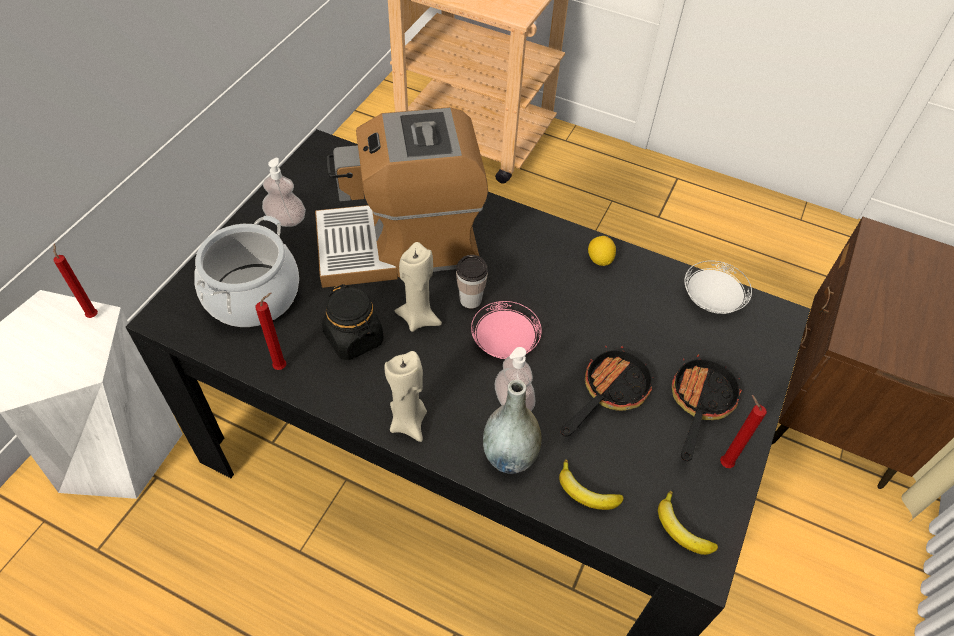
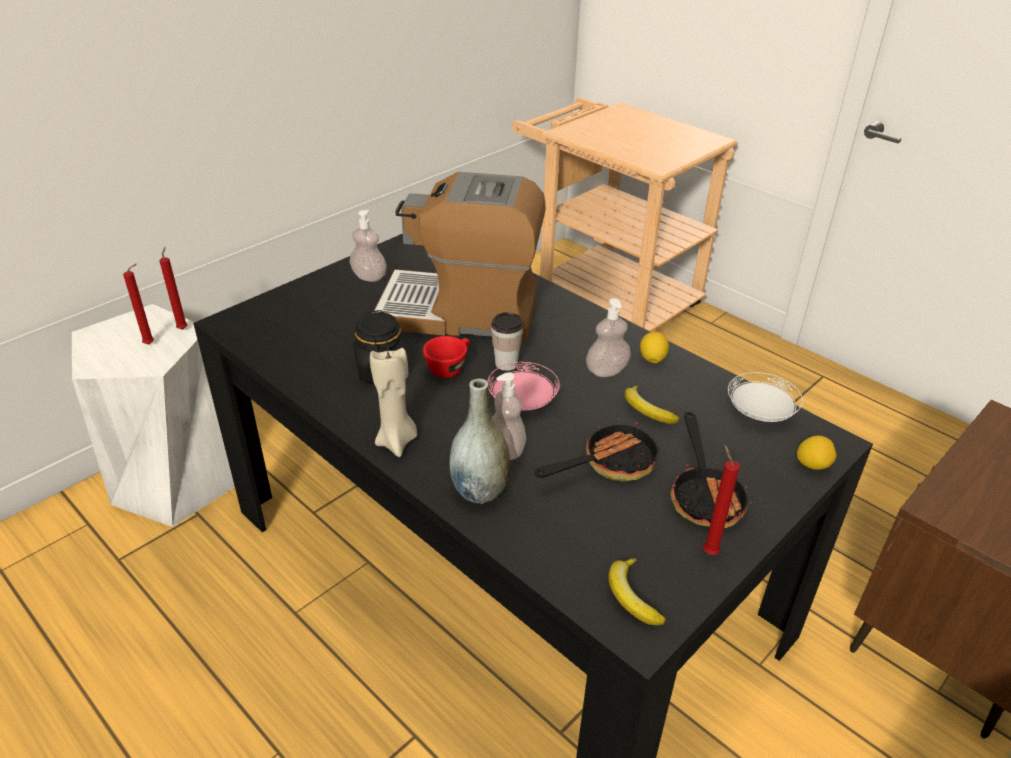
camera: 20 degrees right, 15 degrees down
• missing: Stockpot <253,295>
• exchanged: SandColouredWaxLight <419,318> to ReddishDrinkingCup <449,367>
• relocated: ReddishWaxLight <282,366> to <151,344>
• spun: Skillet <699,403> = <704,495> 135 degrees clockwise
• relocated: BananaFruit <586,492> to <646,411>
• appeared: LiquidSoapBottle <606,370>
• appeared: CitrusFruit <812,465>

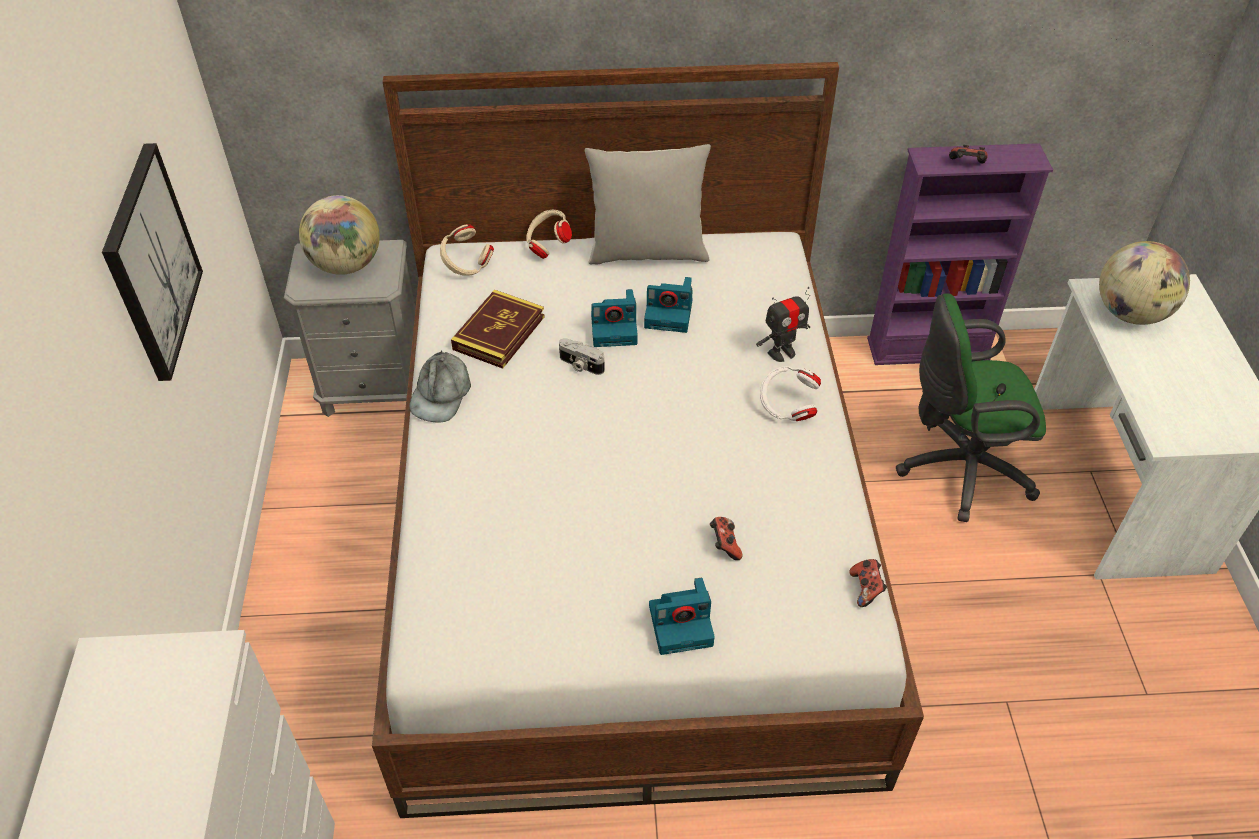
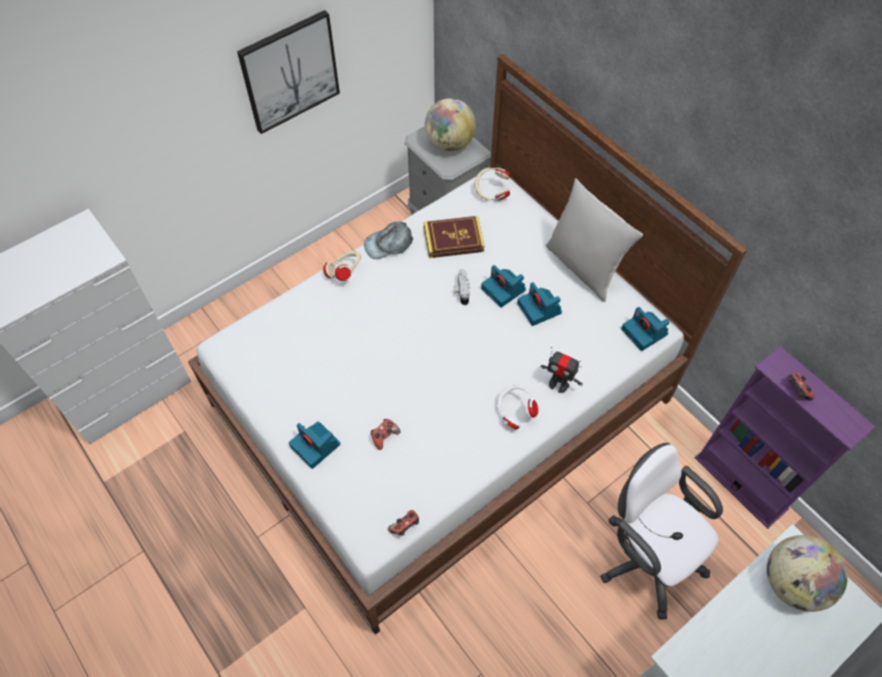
camera: 55 degrees right, 10 degrees up
• relocated: SandColouredHeadset <548,245> to <345,272>
• colour: GreenColouredDeskChair <957,469> to WhiteDeskChair <645,556>
• appeared: PhotoCamera <645,332>

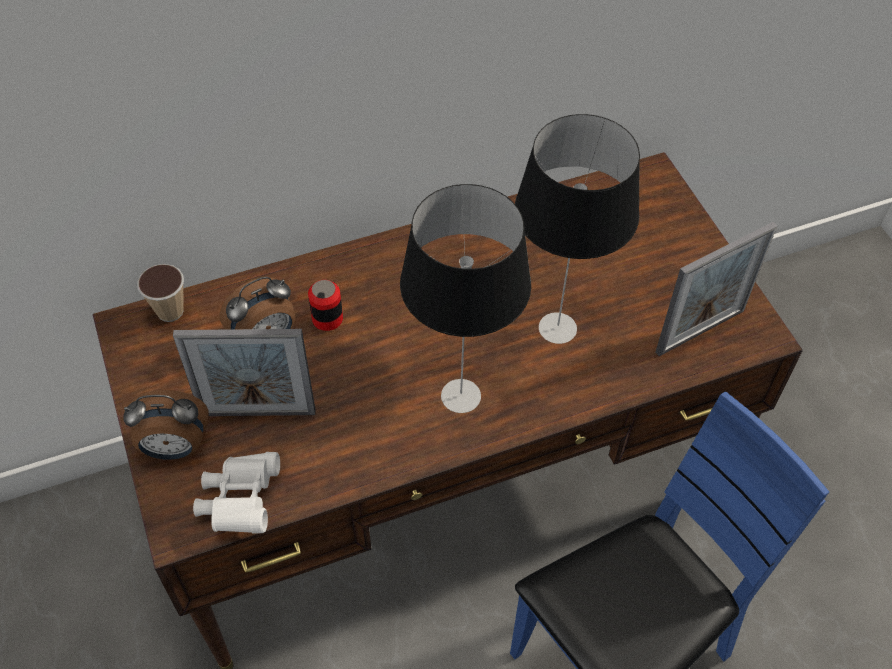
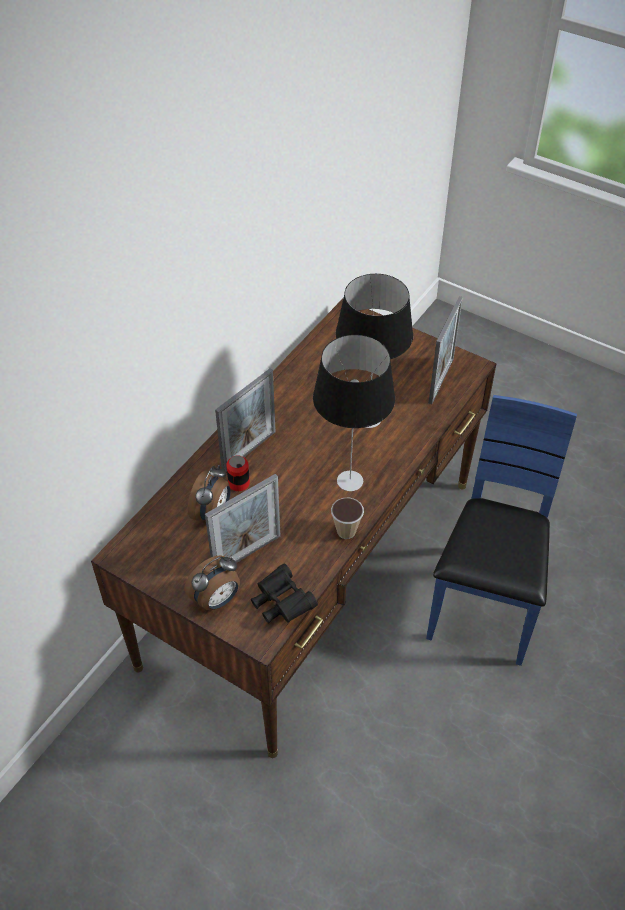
camera: 35 degrees left, 5 degrees down
• relocated: DrinkingCup <170,311> to <346,531>
• colour: WhiteFieldGlasses <240,501> to BlackColouredFieldGlasses <281,603>
• appeared: StandingFrame <249,451>

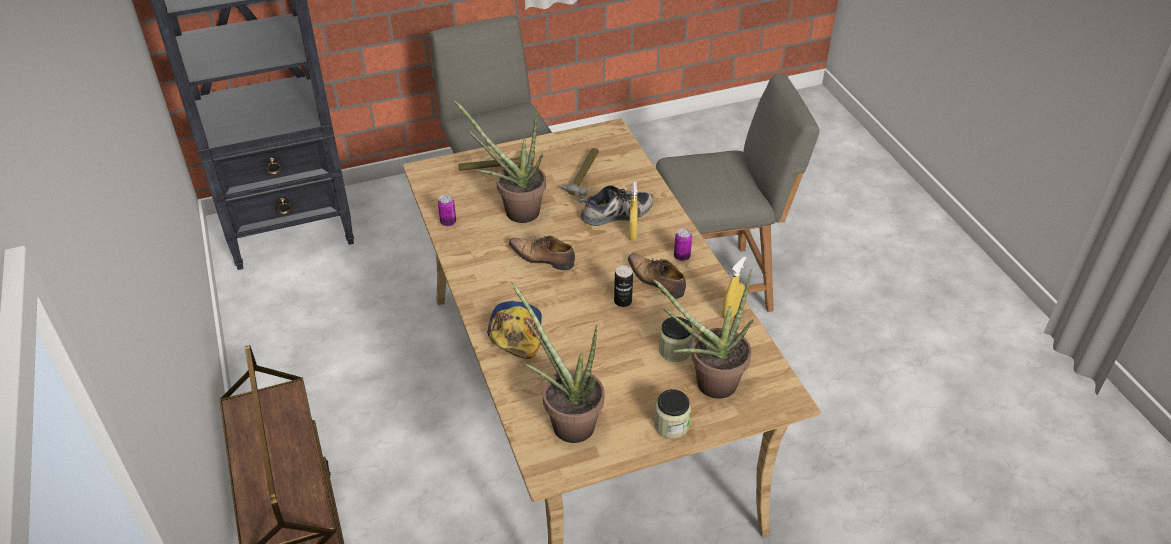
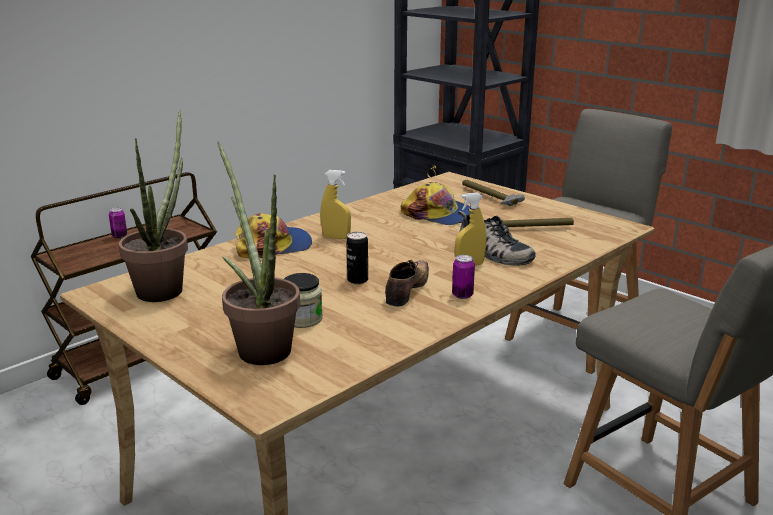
camera: 65 degrees right, 20 degrees down
• exchanged: PlantInAPot <514,211> to Cap <438,214>
• relocated: SealedCan <448,222> to <119,236>
• missing: LowShoe <543,258>
• relocated: YellowColouredSprayBottle <732,312> to <336,237>
• missing: Jar <671,425>

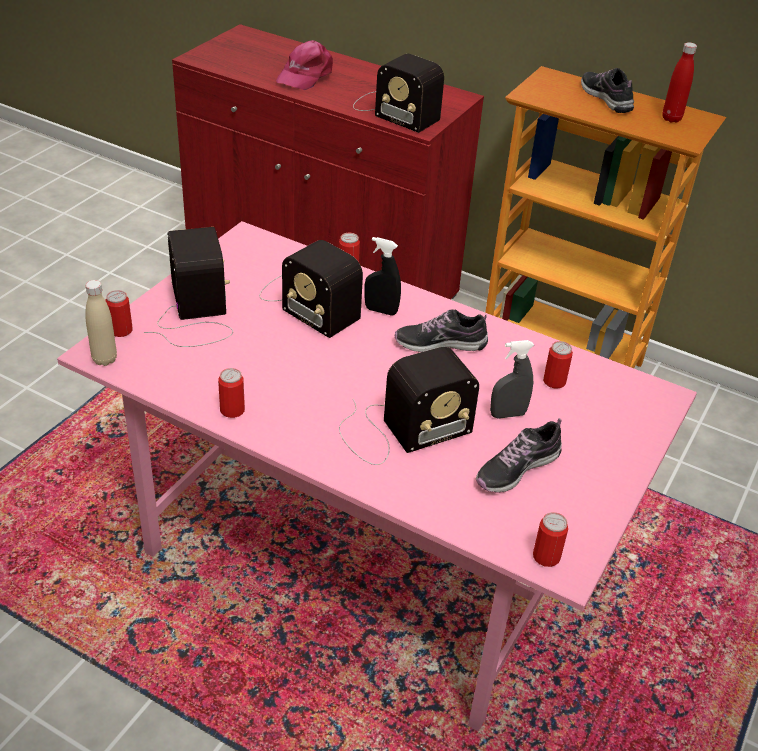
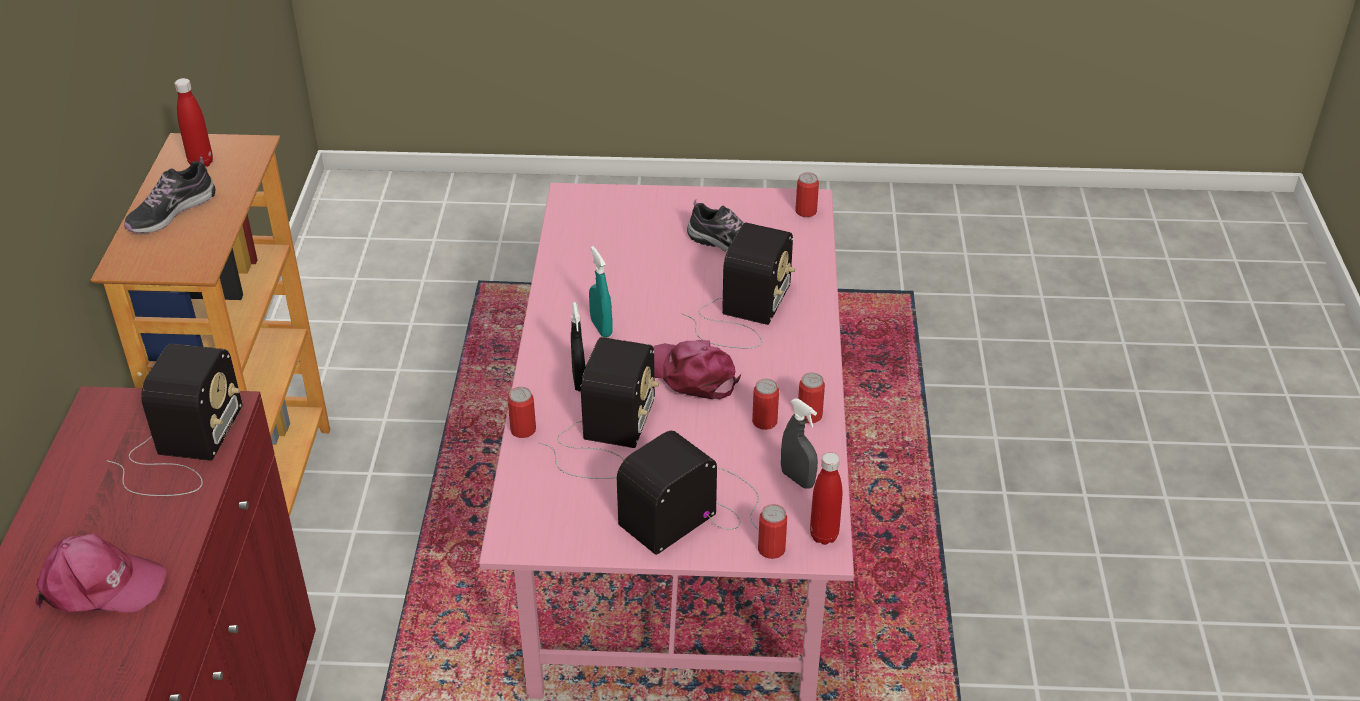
camera: 115 degrees left, 0 degrees up
• colour: SandColouredDrinkBottle <104,359> to ReddishDrinkBottle <824,535>
• exchanged: LowShoe <440,343> to TurquoiseSprayBottle <601,328>
• relocated: GreySprayBottle <507,414> to <797,479>
• relocated: SealedCan <554,381> to <764,422>
• spun: Radio <400,430> = <742,313> 75 degrees clockwise
• appeared: PinkColouredCap <692,375>

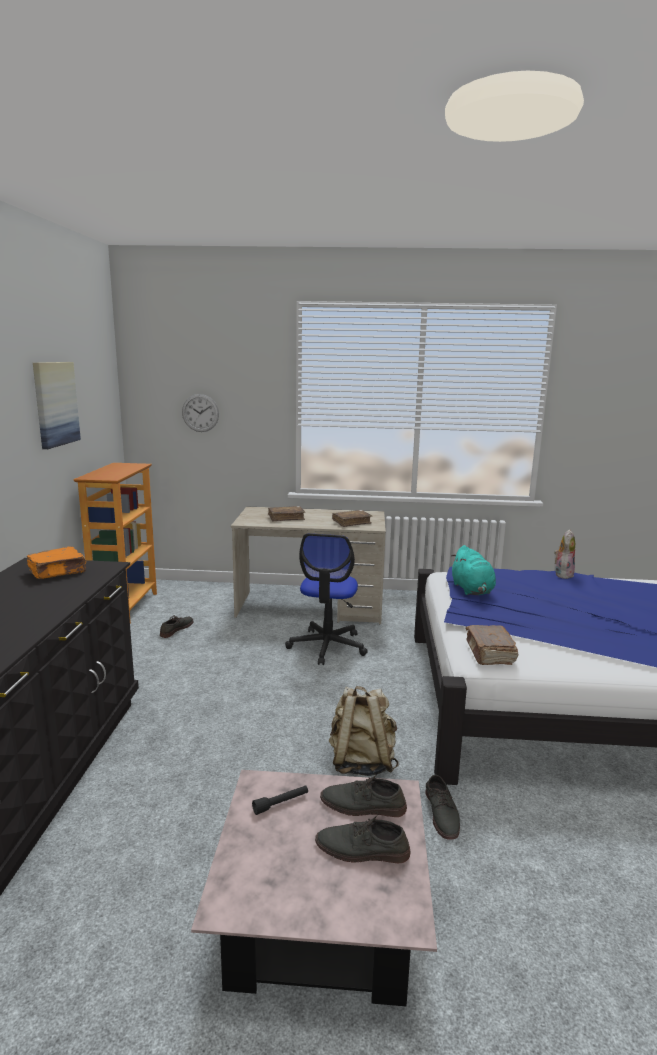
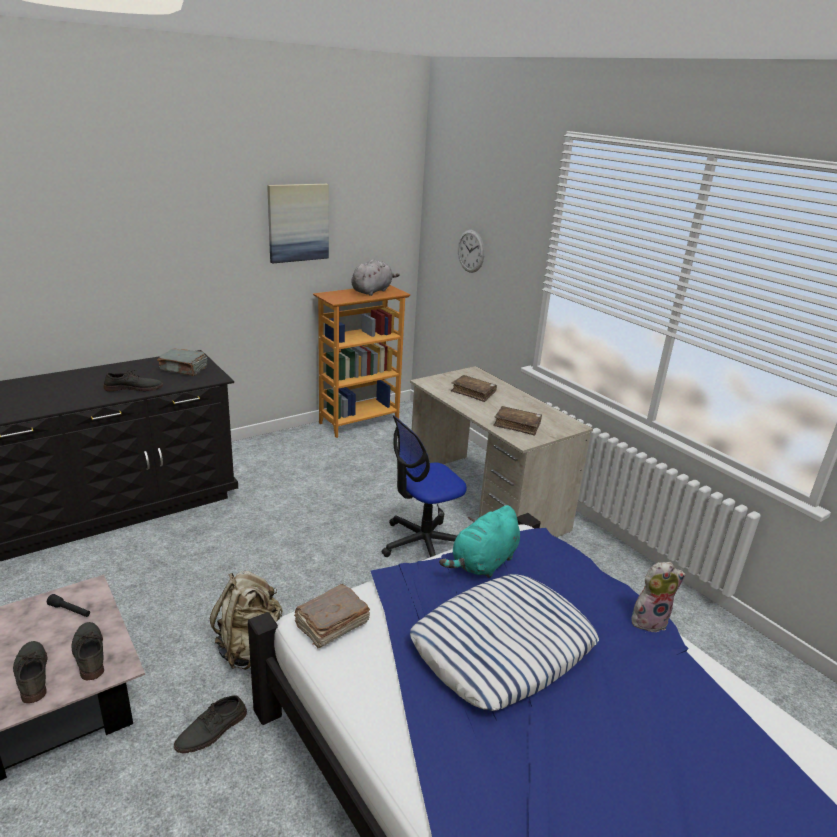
camera: 50 degrees right, 10 degrees up
• colour: OrangeColouredBoundBook <58,572> to GreyBoundBook <184,369>
• relocated: GreyLowShoe <176,629> to <134,388>
• appeared: GreyPlushToy <372,291>
• appeared: ThrowPillow <502,648>

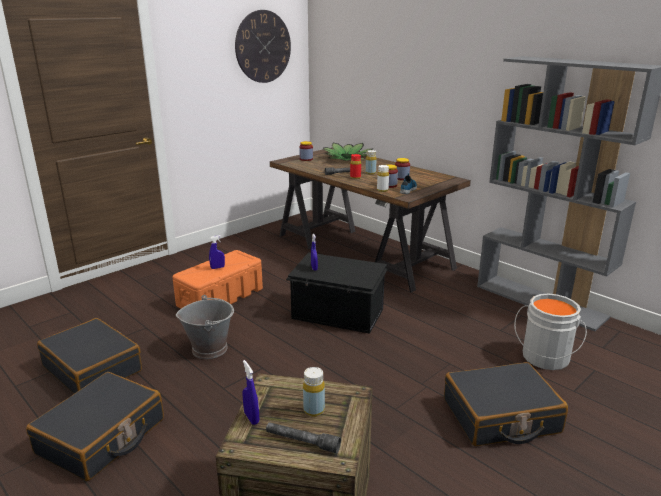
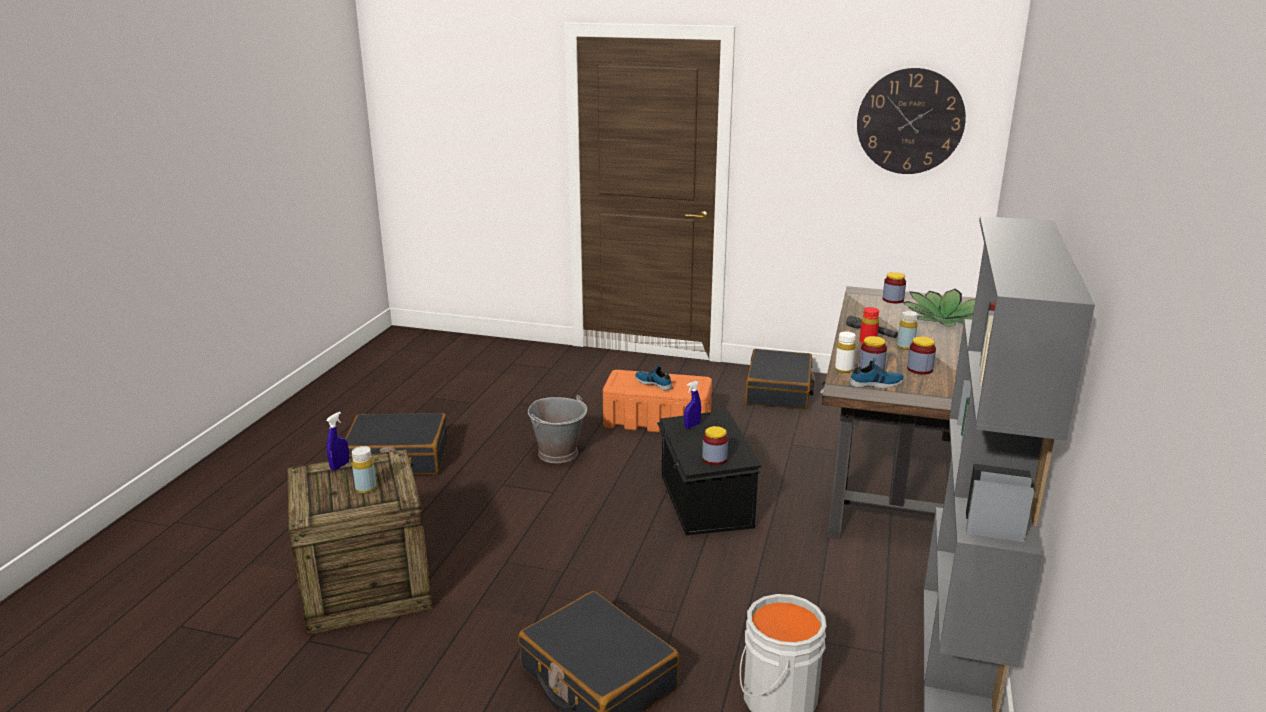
camera: 60 degrees right, 0 degrees up
• exchanged: BlueColouredSprayBottle <217,267> to LowShoe <654,383>
• relocated: BlackColouredSuitcase <93,368> to <779,391>
• missing: GreyHandTorch <302,441>
• appeared: Jar <714,459>

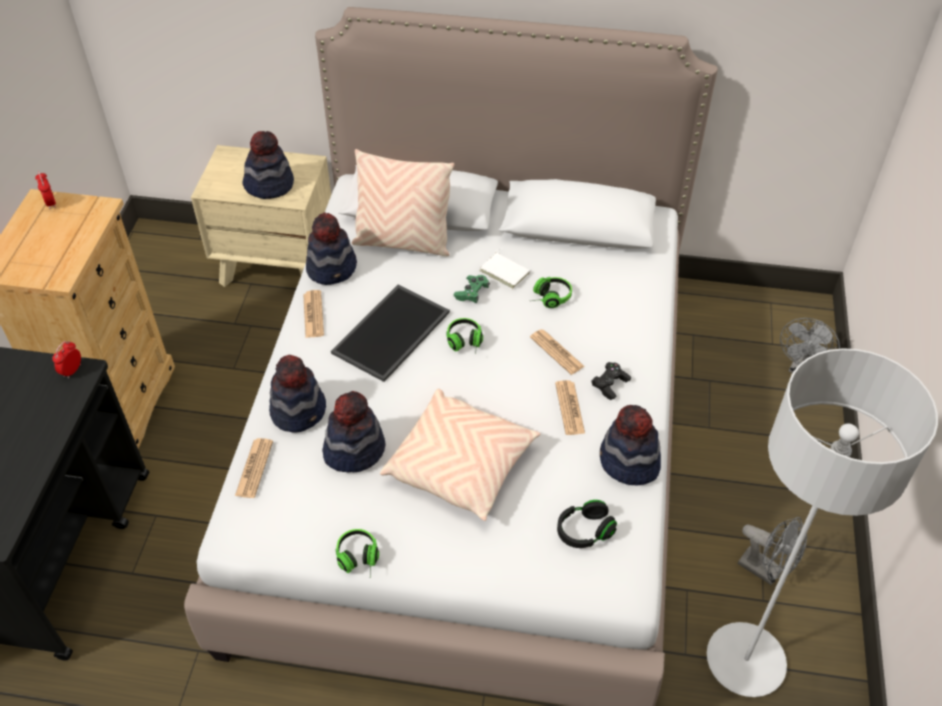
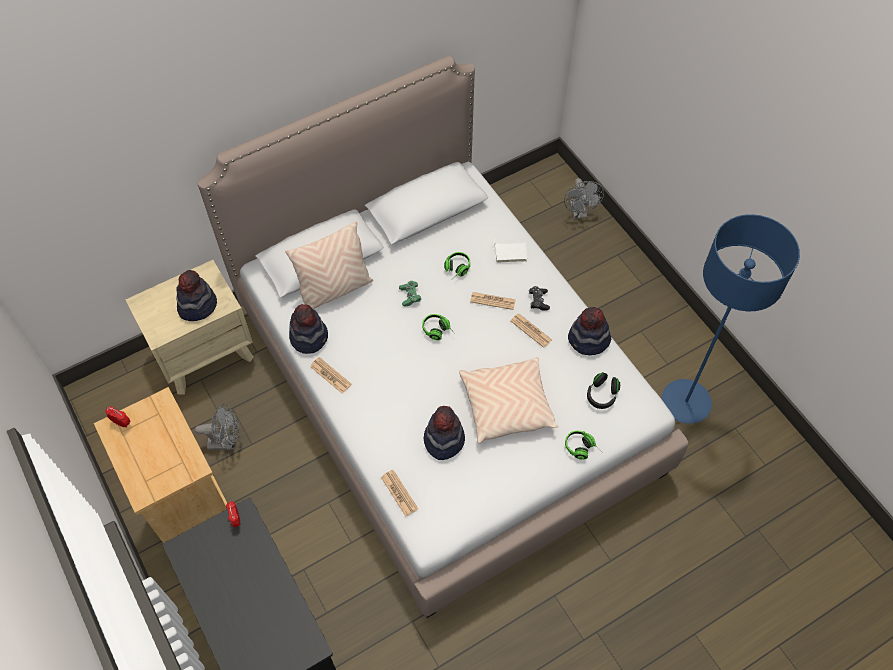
camera: 40 degrees left, 10 degrees up
• relocated: WhiteBoundBook <506,272> to <510,252>
• missing: ServingTray <392,334>
• colour: GreyFloorLamp <745,661> to BlueColouredFloorLamp <685,402>
• missing: Hat <299,410>
• relocated: GreyElectricFan <766,570> to <226,442>
• relocated: Headset <358,561> to <582,449>

